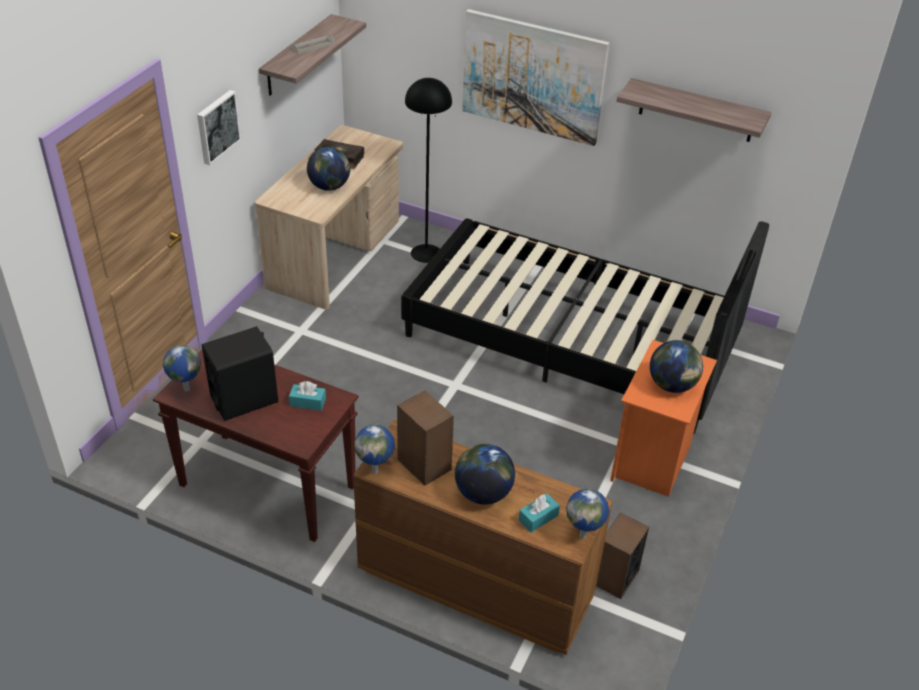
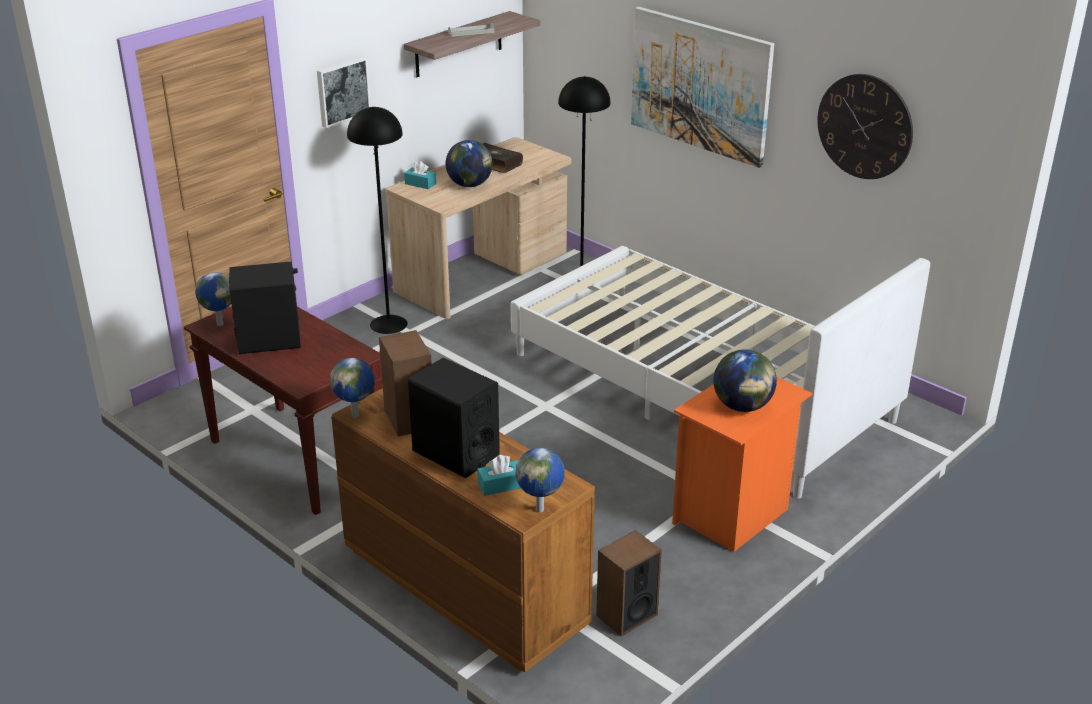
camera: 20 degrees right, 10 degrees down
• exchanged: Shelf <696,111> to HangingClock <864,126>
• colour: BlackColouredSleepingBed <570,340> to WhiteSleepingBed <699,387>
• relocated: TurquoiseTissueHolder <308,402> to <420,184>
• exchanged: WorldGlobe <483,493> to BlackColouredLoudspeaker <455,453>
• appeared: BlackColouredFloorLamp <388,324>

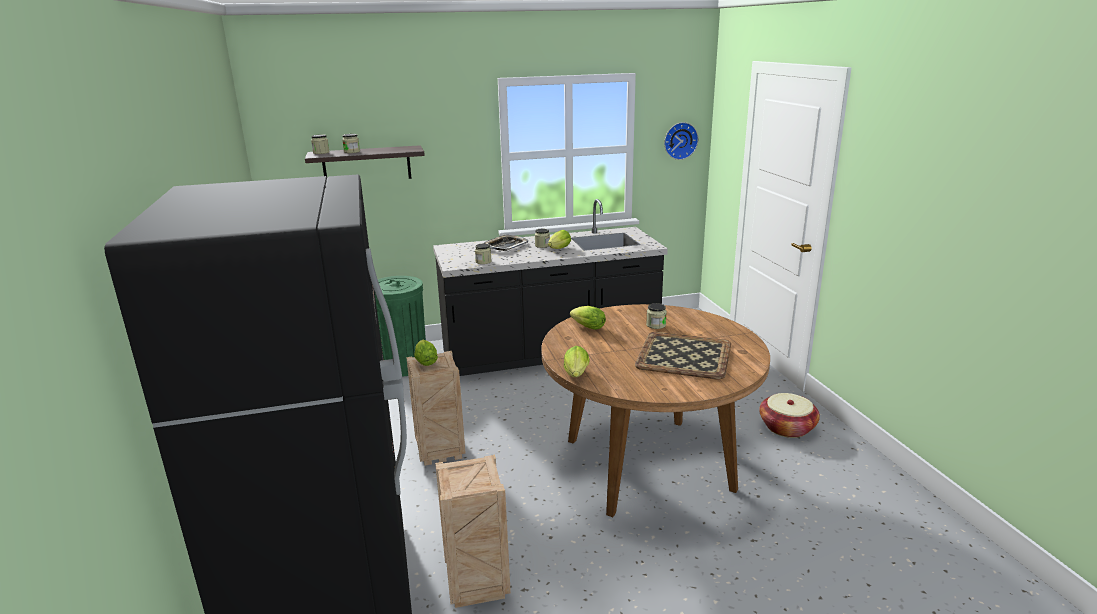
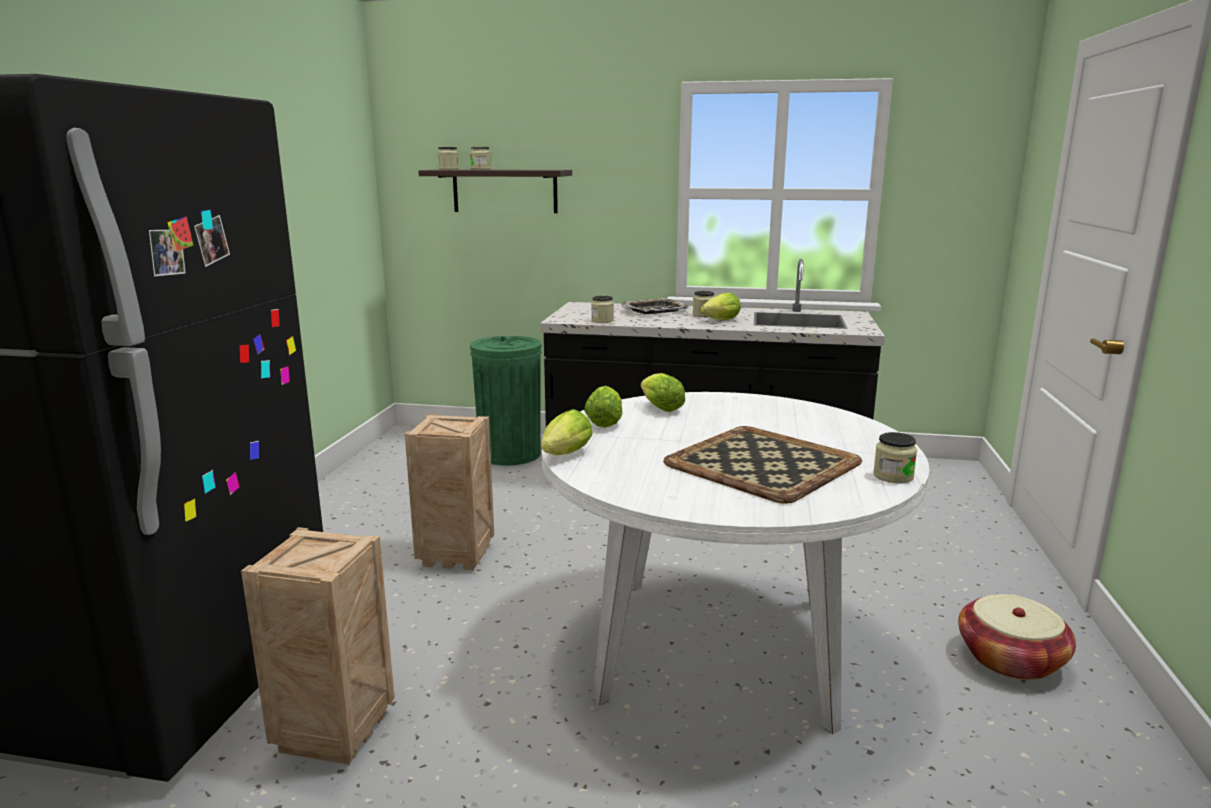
camera: 25 degrees right, 5 degrees down
• missing: HangingClock <680,140>
• relocated: Jar <656,325> to <893,476>
• colour: BrownKitchenTable <648,464> to WhiteKitchenTable <719,647>
• relocated: LettuceHead <425,361> to <604,422>

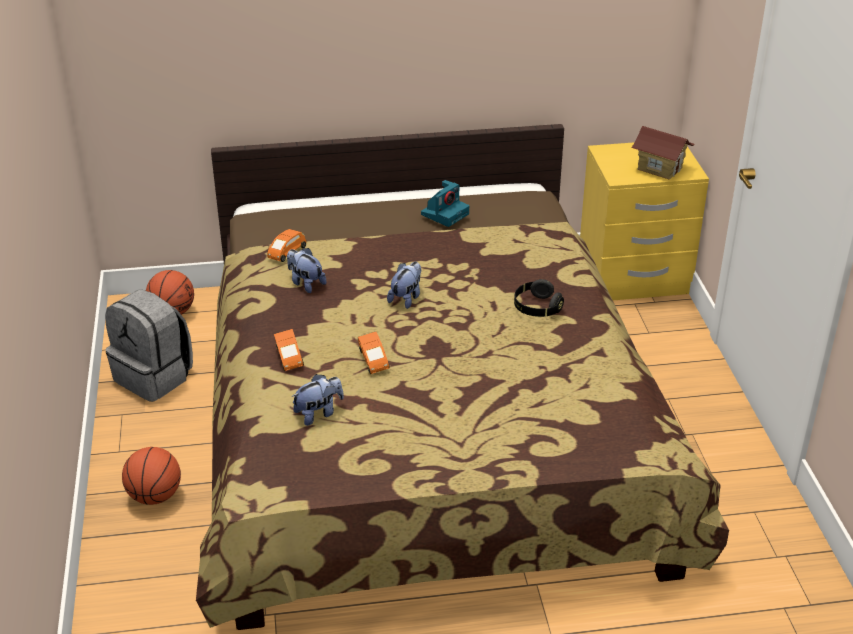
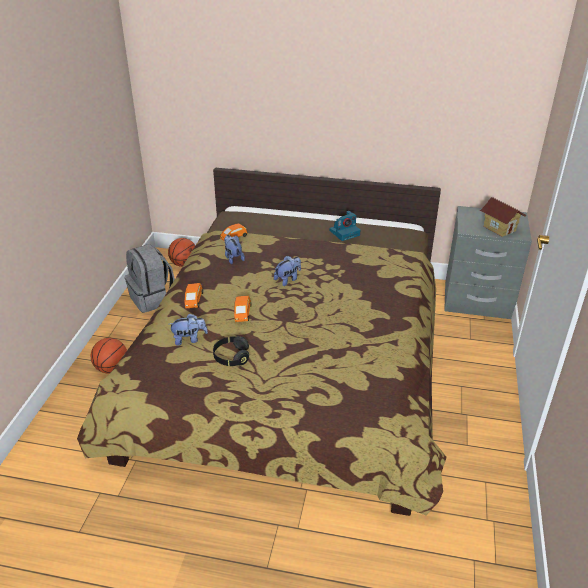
camera: 20 degrees right, 0 degrees up
• colour: YellowColouredNightstand <633,278> to GreyNightstand <477,301>
• relocated: BlackColouredHeadset <536,308> to <231,357>

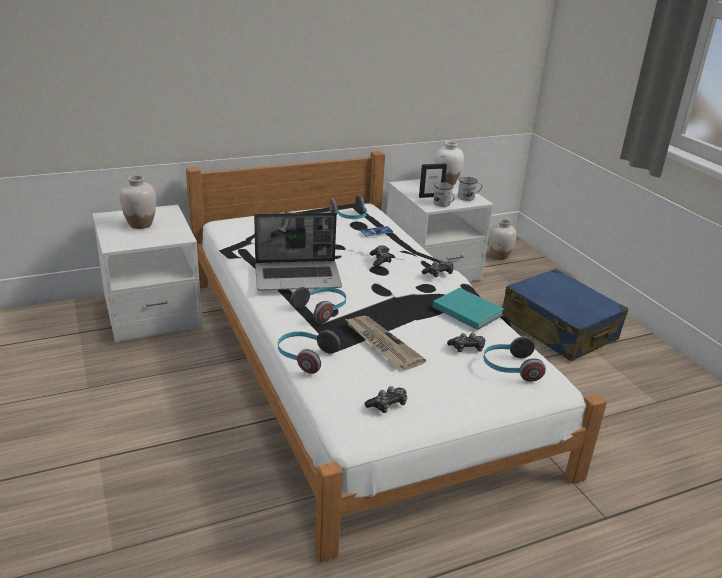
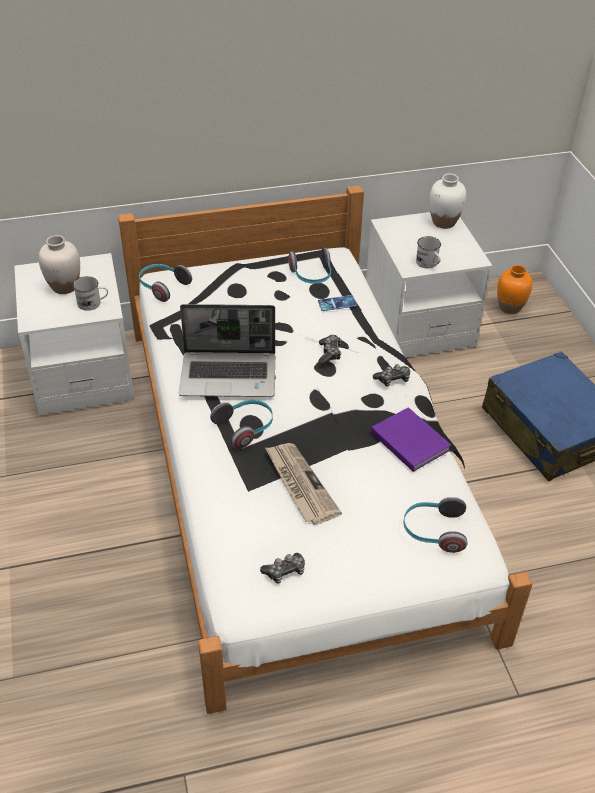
camera: 10 degrees right, 15 degrees up
• missing: StandingFrame <431,196>
• relocated: WhiteCoffeeMug <468,197> to <93,303>
• colour: WhiteDecorativeVase <499,256> to OrangeColouredDecorativeVase <510,307>
• colour: TurquoiseBoundBook <466,310> to PurpleColouredBoundBook <409,440>
• relocated: Headset <305,357> to <162,287>
• missing: GameController <467,348>

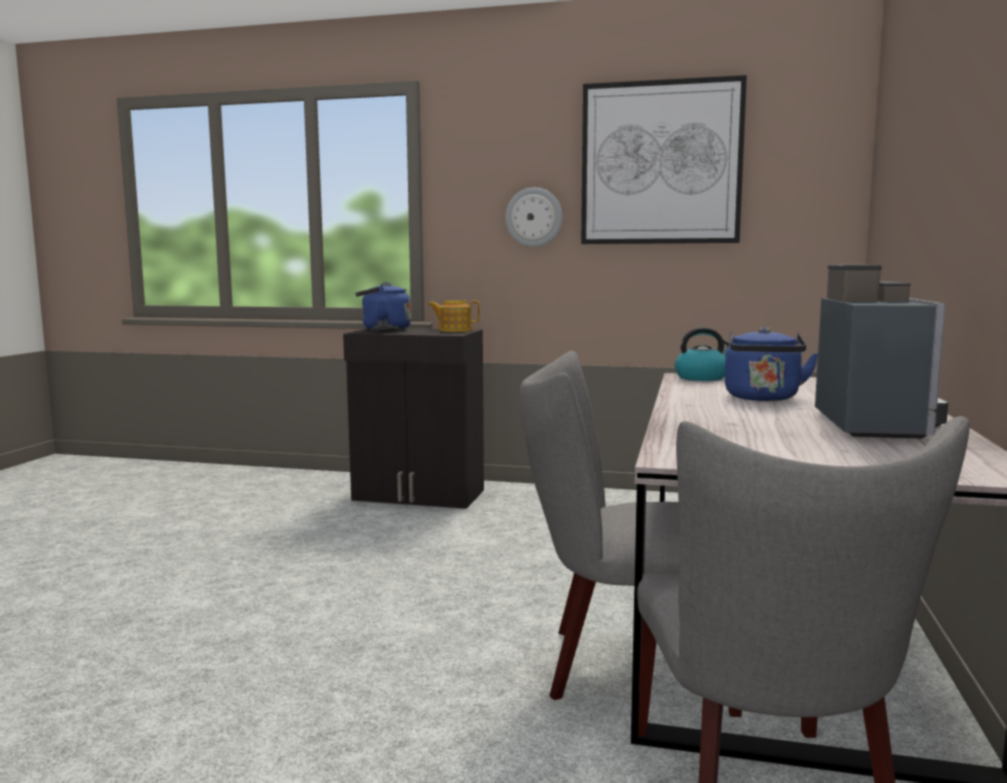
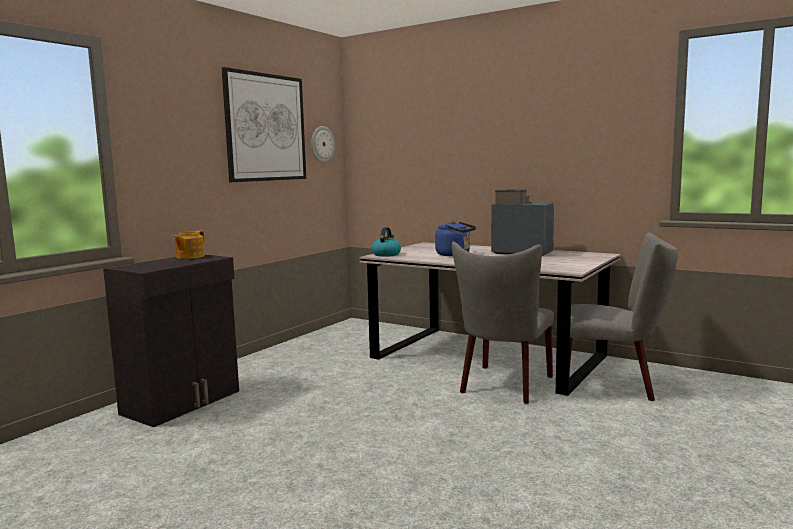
camera: 70 degrees left, 0 degrees up
• relocated: HangingClock <534,217> to <322,144>
• missing: BlueColouredTeaKettle <383,330>

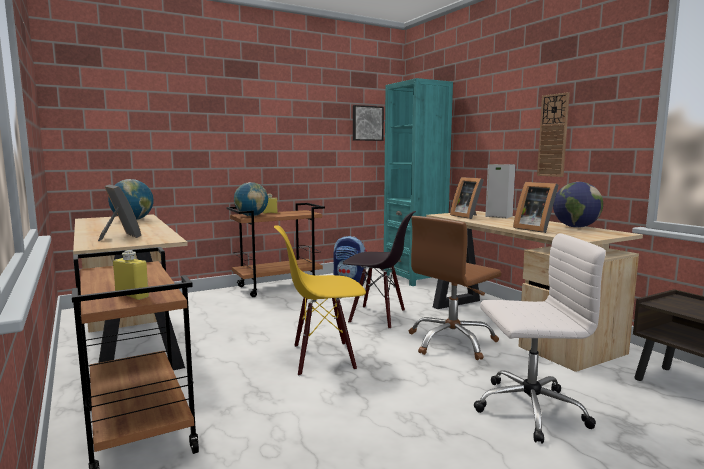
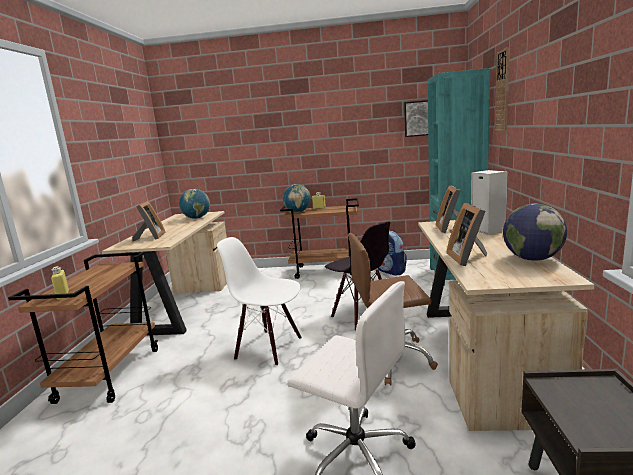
camera: 35 degrees right, 5 degrees up
• relocated: HangingClock <553,135> to <502,91>
• colour: YellowColouredUprightChair <322,358> to WhiteUprightChair <269,348>

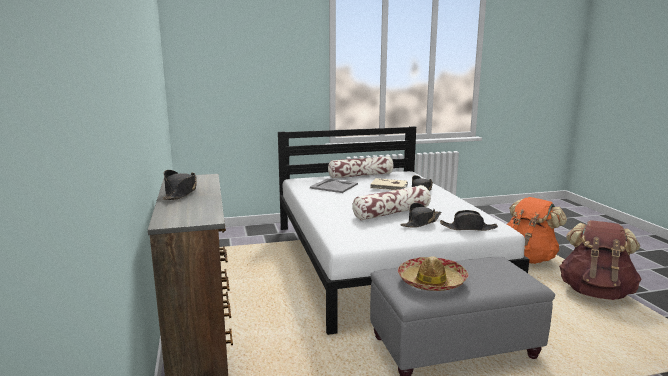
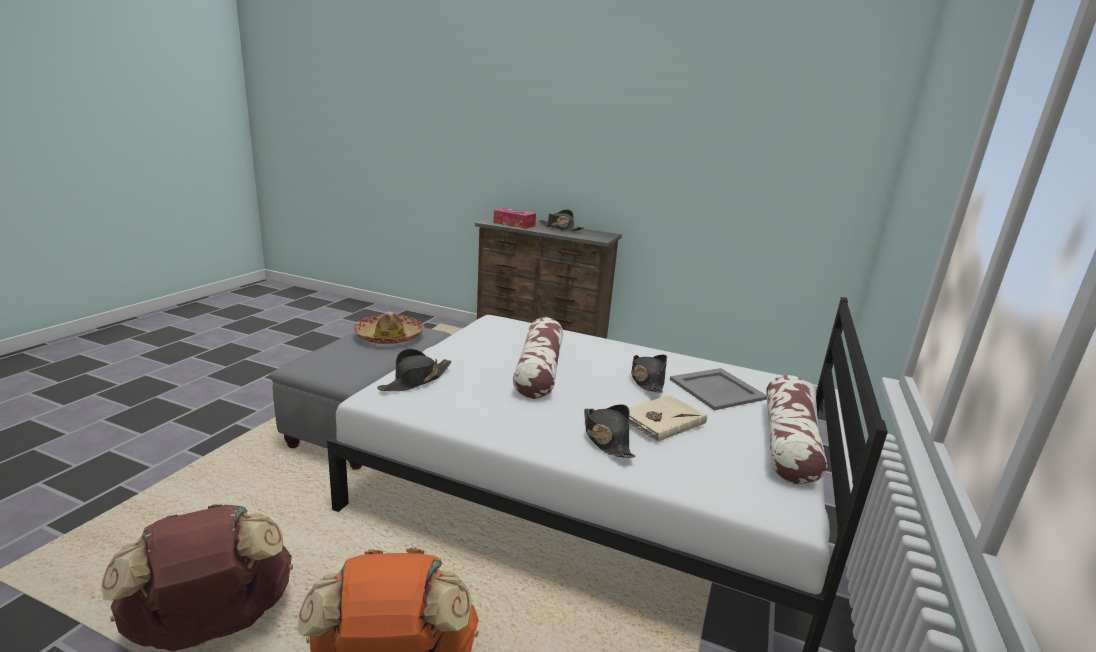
camera: 125 degrees right, 5 degrees up
• relocated: BlackColouredHat <421,222> to <647,380>
• appeared: TissueHolder <514,224>

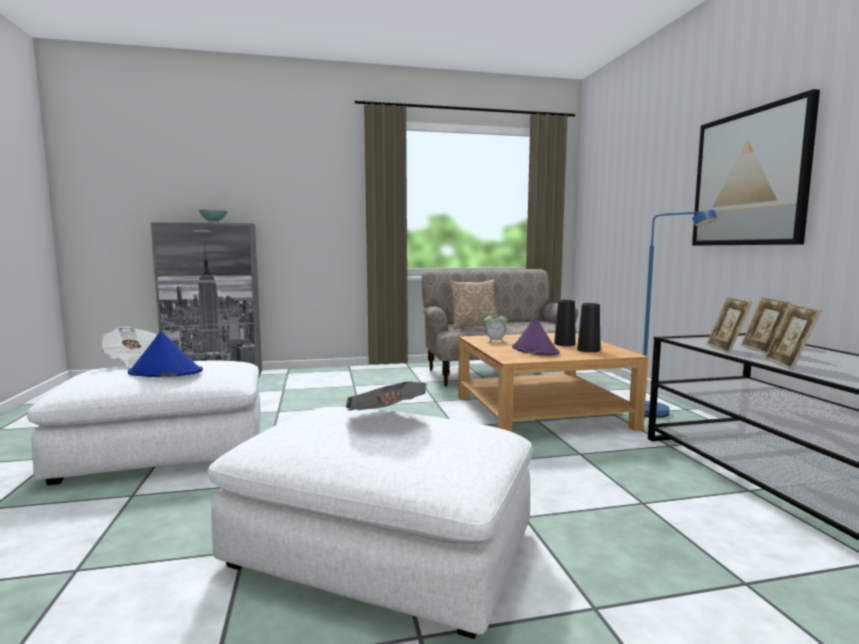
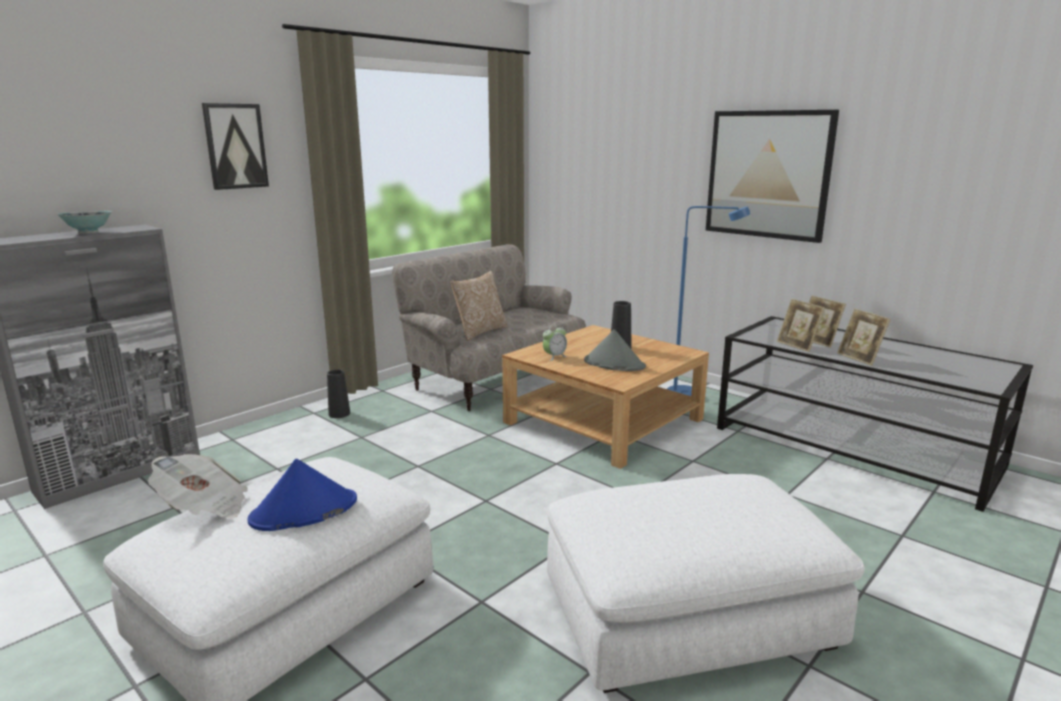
camera: 35 degrees left, 10 degrees up
• relocated: BlackColouredDecorativeVase <588,350> to <339,414>
• colour: PurpleColouredHat <534,350> to GreyHat <614,364>
• missing: PrintedPaper <385,420>
• appeared: Picture <235,146>

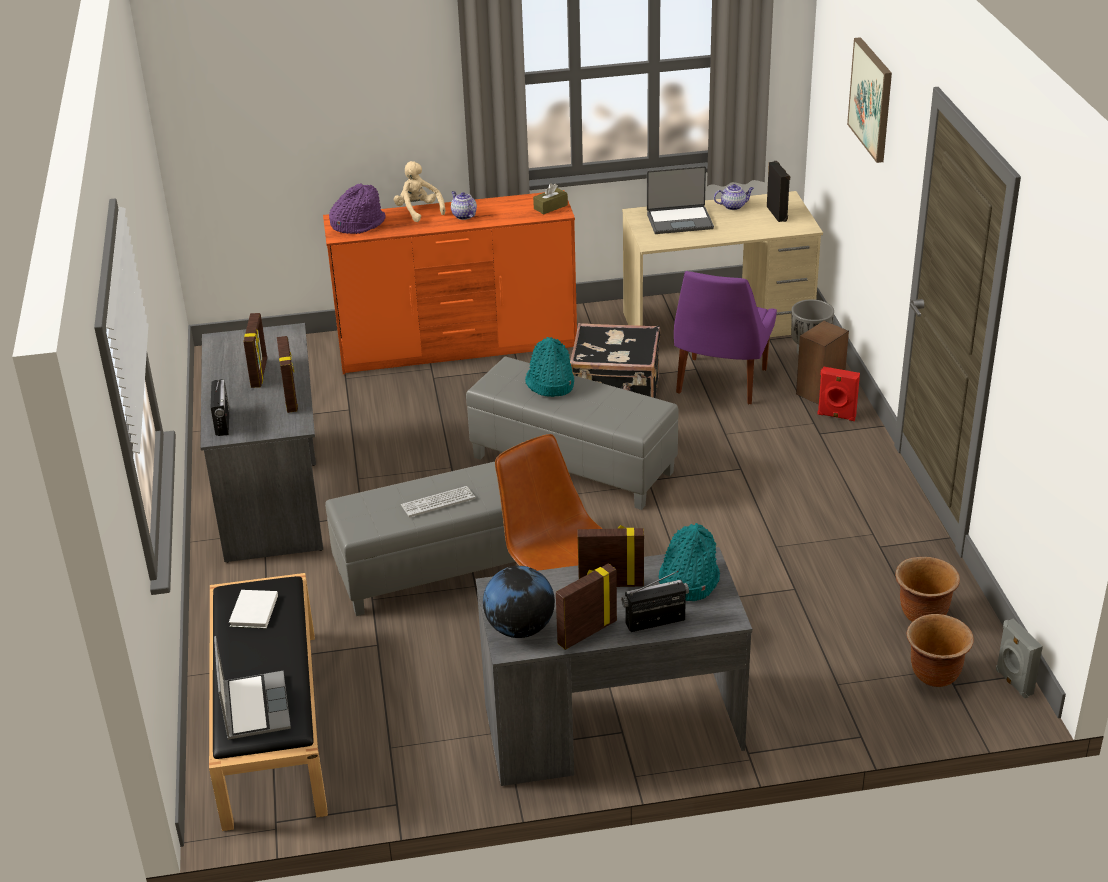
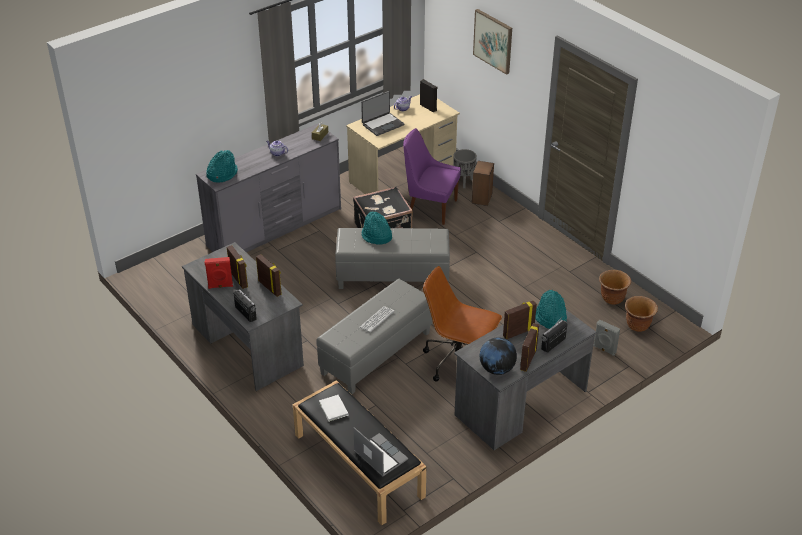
camera: 30 degrees left, 5 degrees up
• missing: SandColouredPlushToy <418,211>
• colour: PurpleColouredHat <358,224> to TurquoiseHat <222,174>
• colour: OrangeColouredDresser <458,347> to GreyDresser <275,227>
• spun: PurpleColouredUprightChair <720,383> = <430,208> 120 degrees clockwise
• relocated: ReddishLoudspeaker <836,416> to <220,286>
• relocated: GreyLoudspeaker <1013,682> to <604,350>

